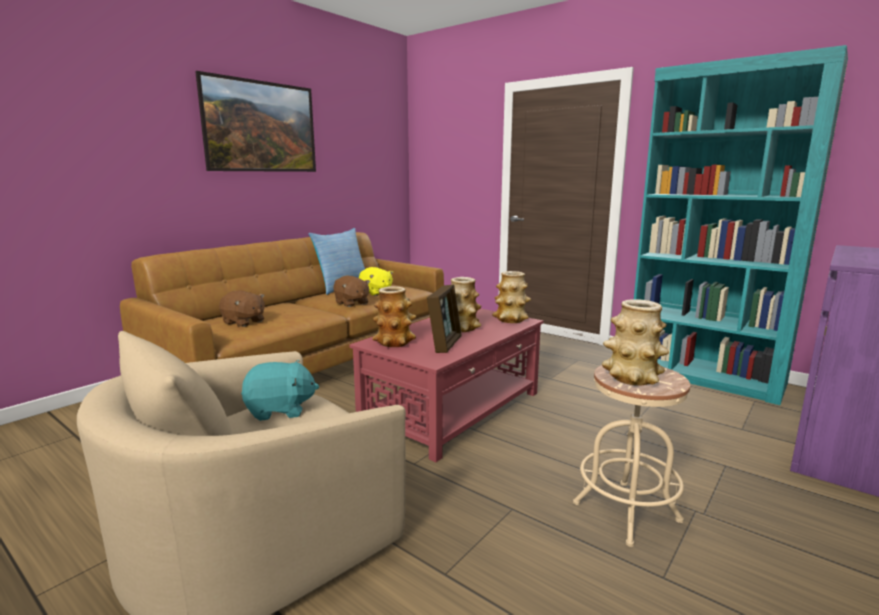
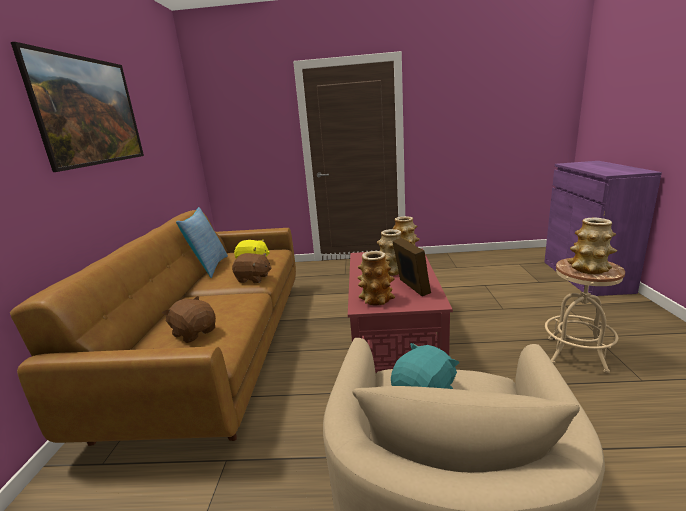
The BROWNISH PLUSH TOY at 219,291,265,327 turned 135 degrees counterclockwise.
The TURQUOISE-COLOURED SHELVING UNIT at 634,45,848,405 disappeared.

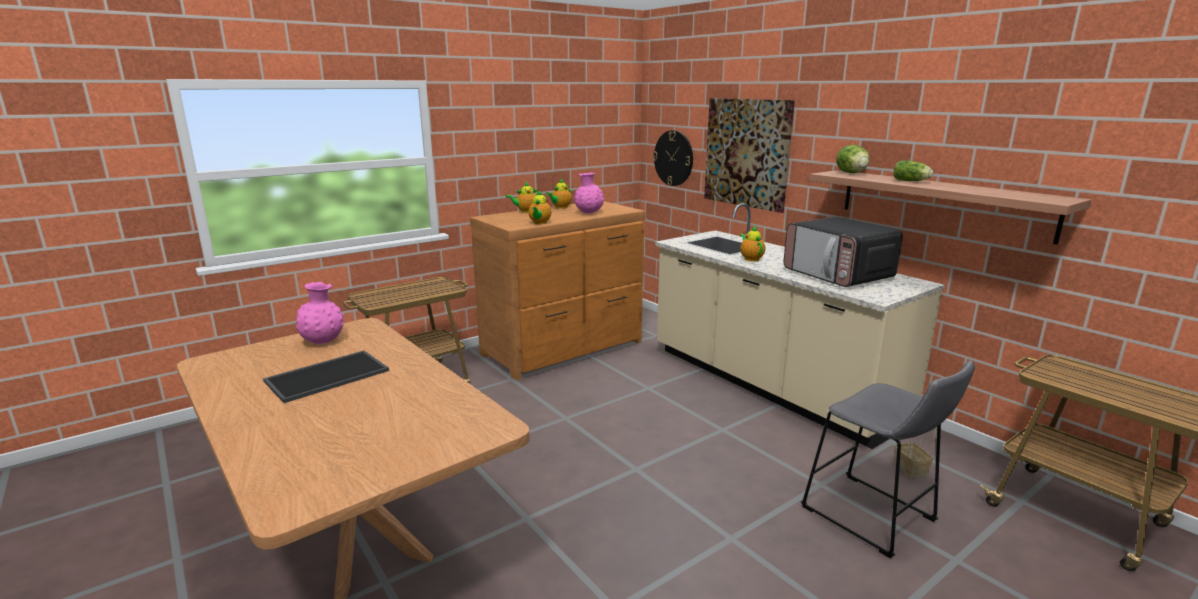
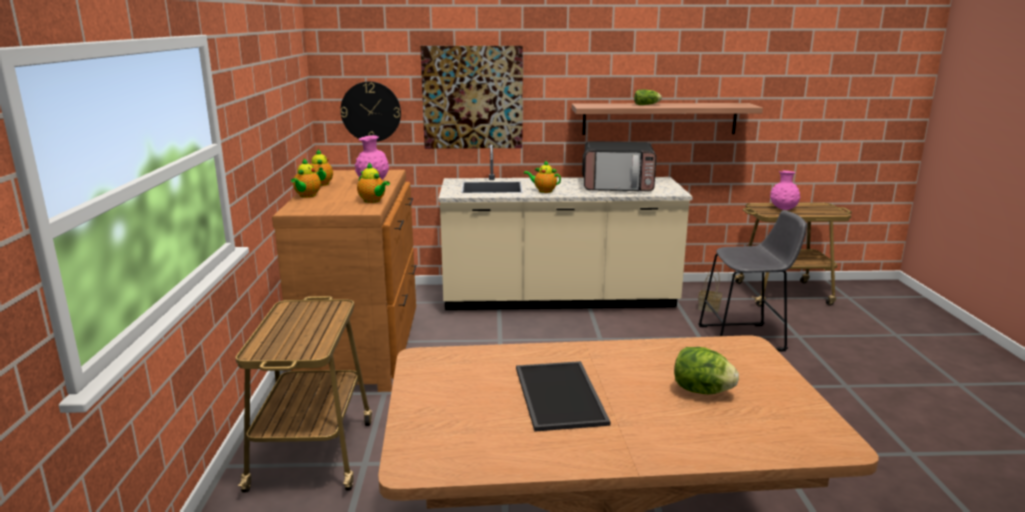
The PINKISH VASE moved from 296,282,344,344 to 770,170,800,210.
The LETTUCE moved from 836,145,869,173 to 674,347,739,394.

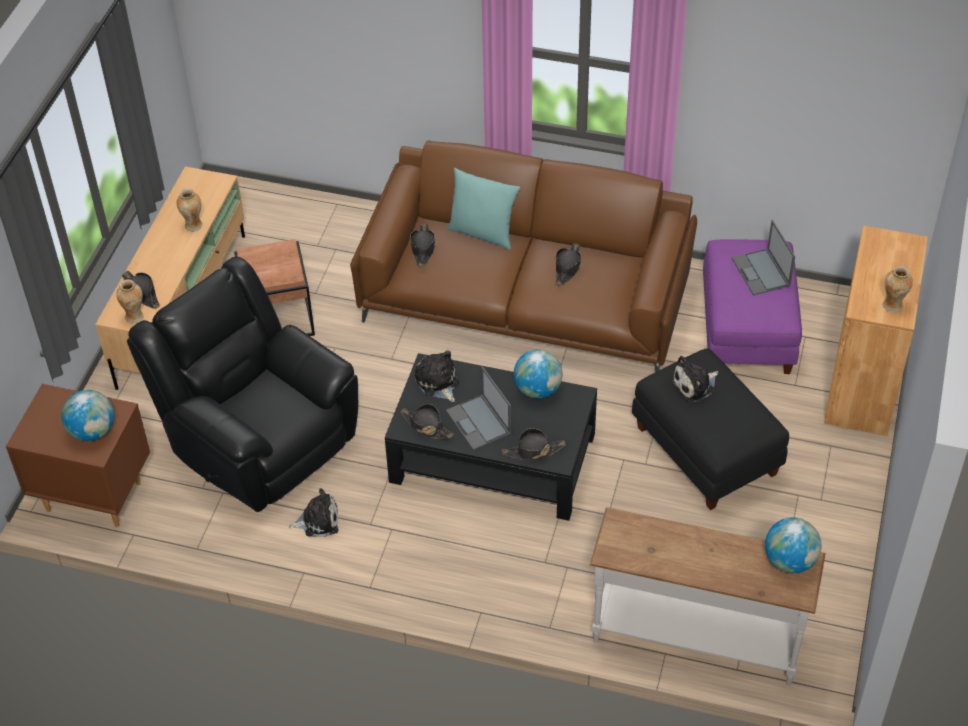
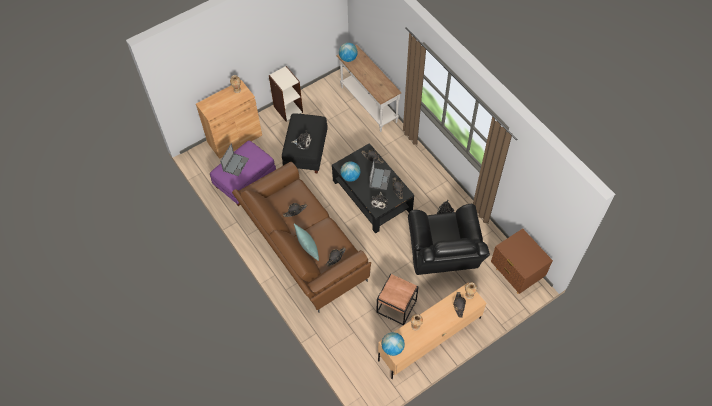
The GLOBE moved from 61,390,114,441 to 382,332,405,356.
The SHELVING UNIT at 269,66,303,122 appeared.

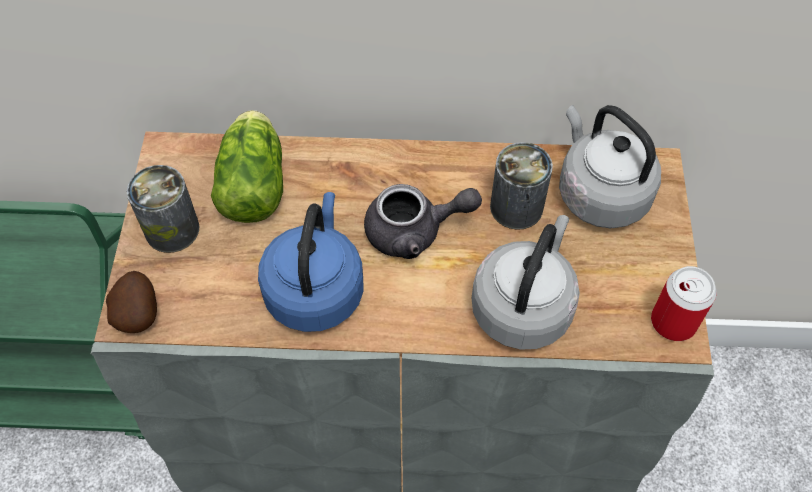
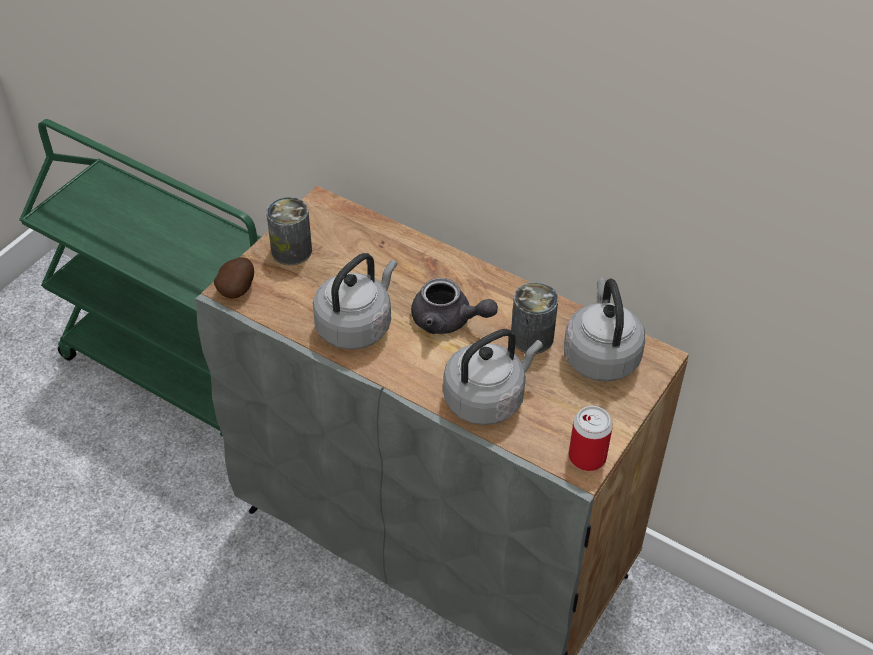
The LETTUCE at 211,110,283,223 disappeared.
The BLUE-COLOURED WATER KETTLE at 258,192,364,332 became the GRAY WATER KETTLE at 313,253,397,350.

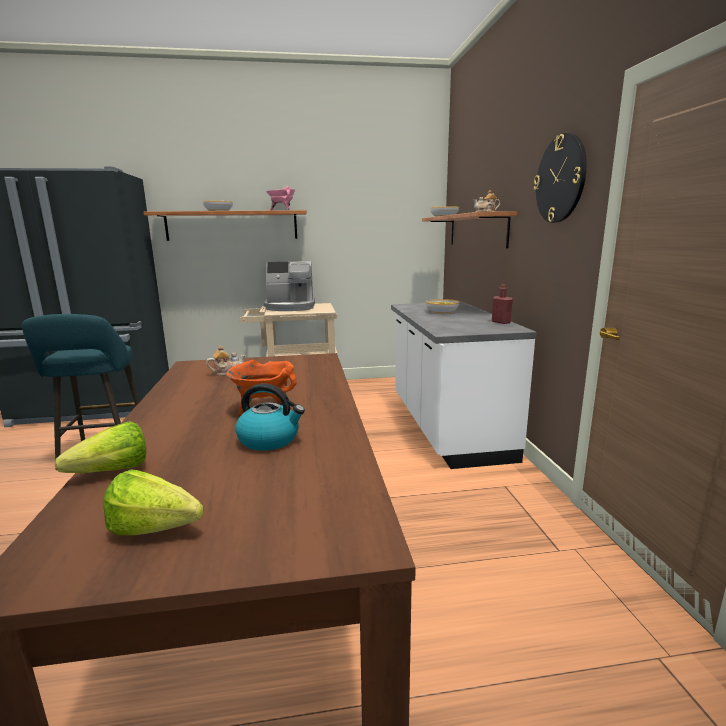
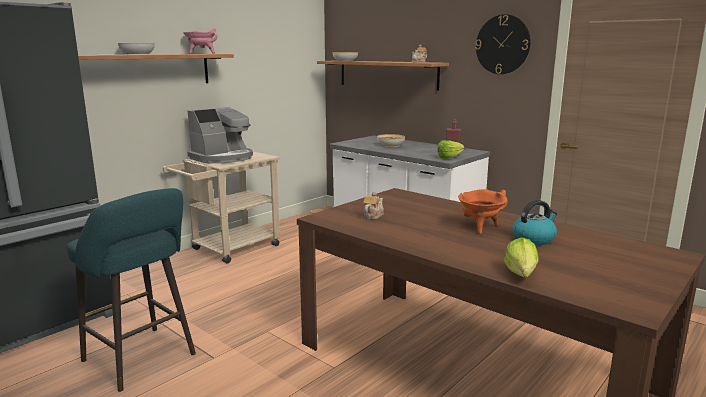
The LETTUCE moved from 103,469,204,535 to 437,140,465,159.

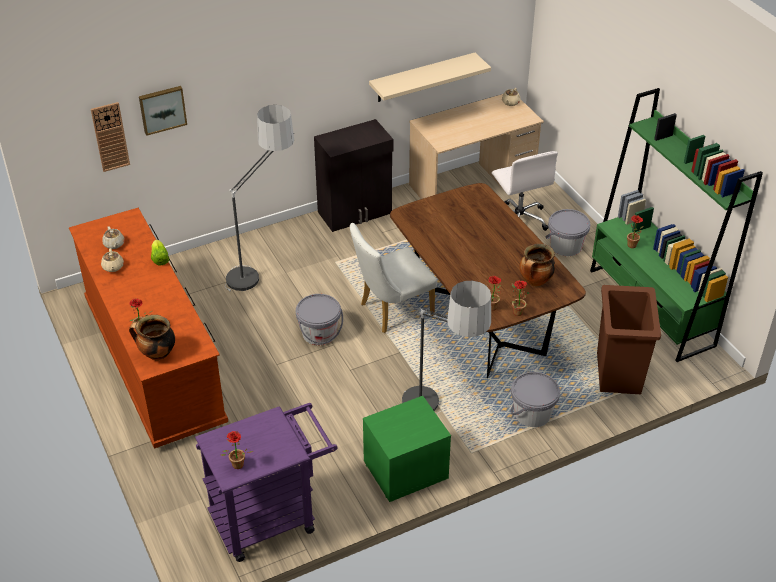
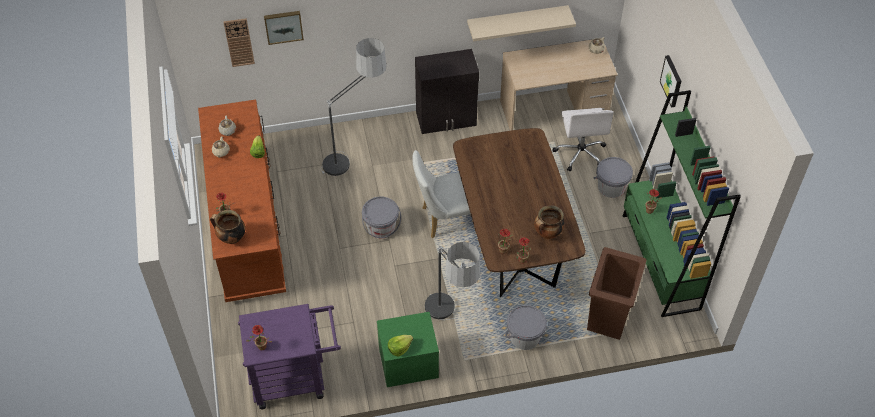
The LETTUCE at 388,335,413,357 appeared.
The WALL ART at 660,55,681,108 appeared.

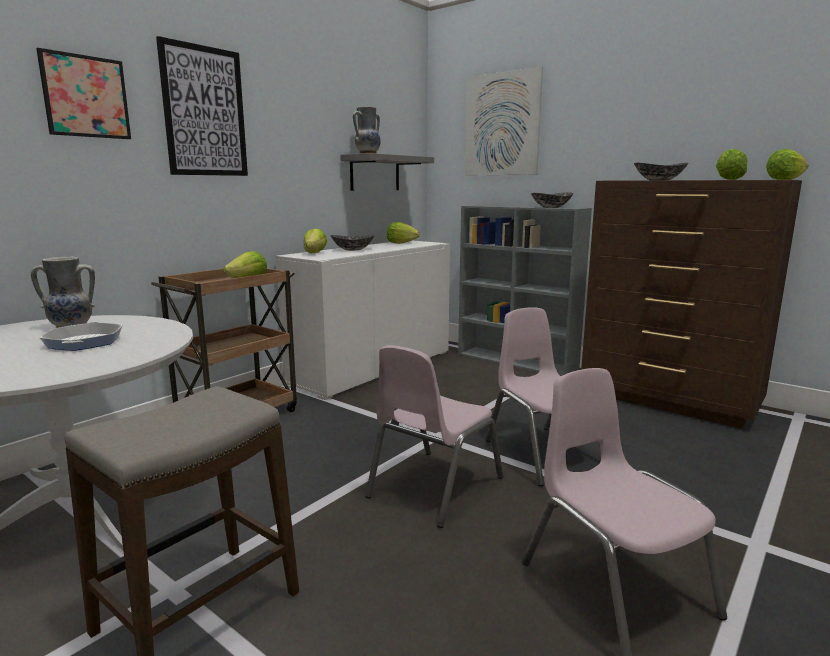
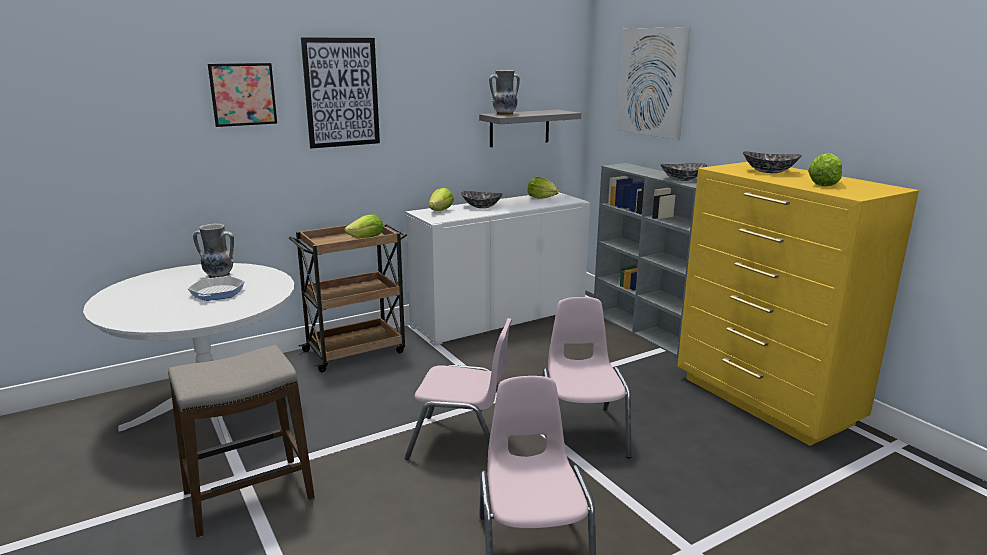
The PINKISH UPRIGHT CHAIR at 365,345,503,528 turned 135 degrees counterclockwise.
The BROWNISH DRAWER CHEST at 581,180,802,429 became the YELLOW-COLOURED DRAWER CHEST at 677,162,919,446.
The LETTUCE at 766,149,808,180 disappeared.

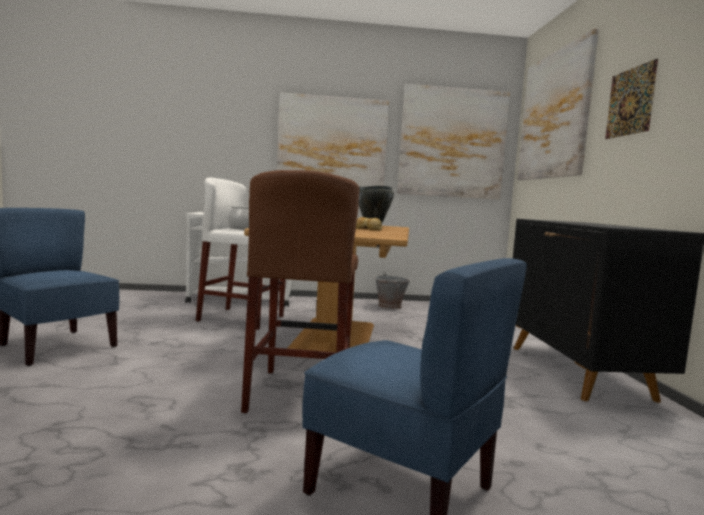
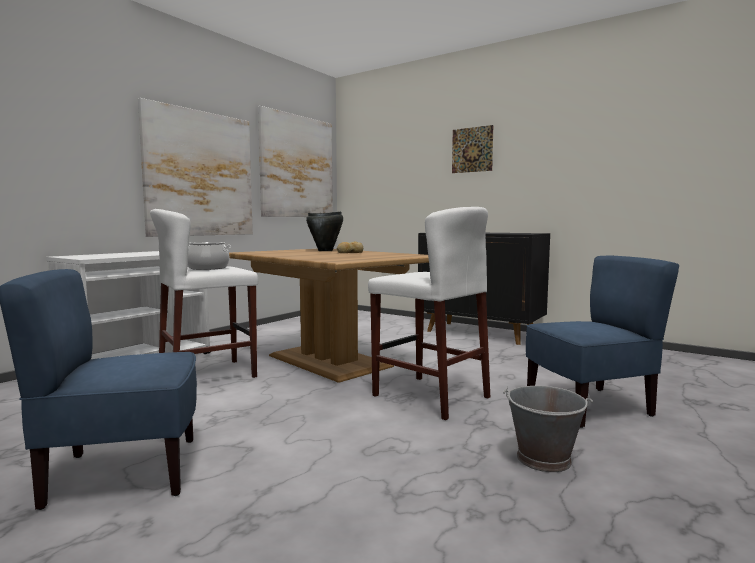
The BROWNISH SITTING STOOL at 241,170,359,413 became the WHITE SITTING STOOL at 368,207,490,420.
The GRAY PAIL moved from 374,272,411,309 to 503,386,593,472.
The WALL ART at 517,29,599,180 disappeared.

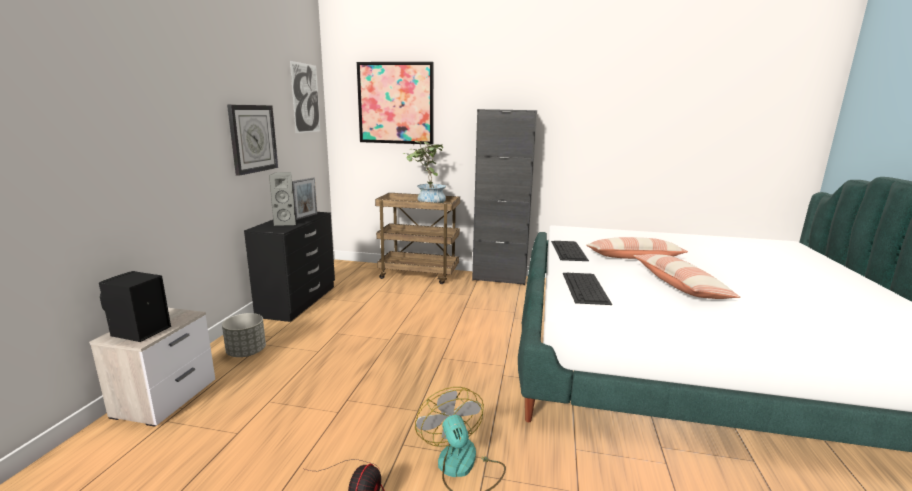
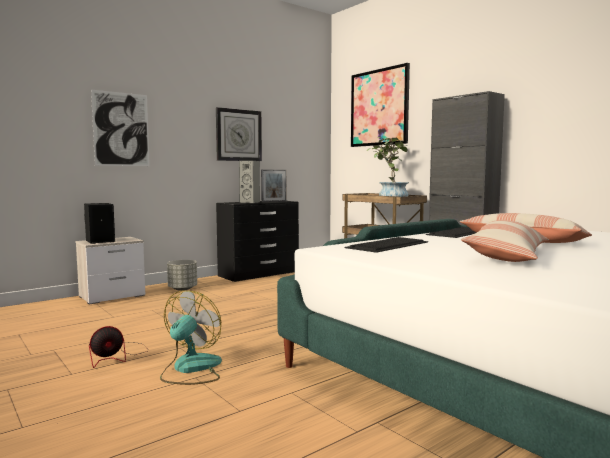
The WALL ART moved from 290,61,321,133 to 91,90,150,166.

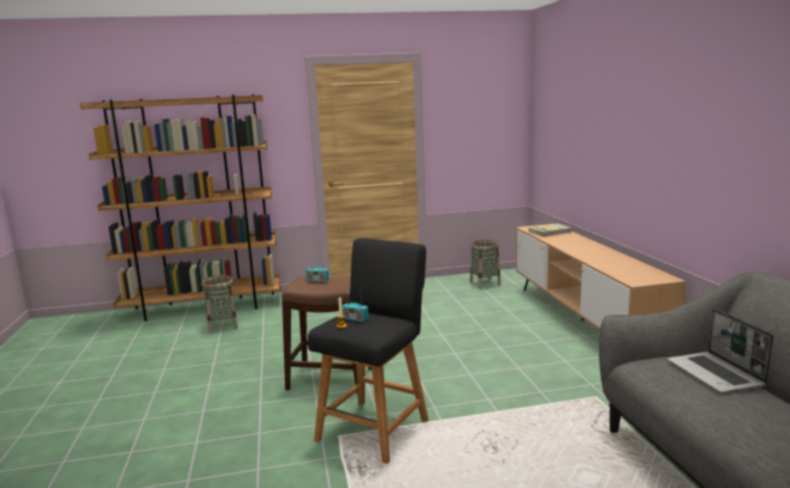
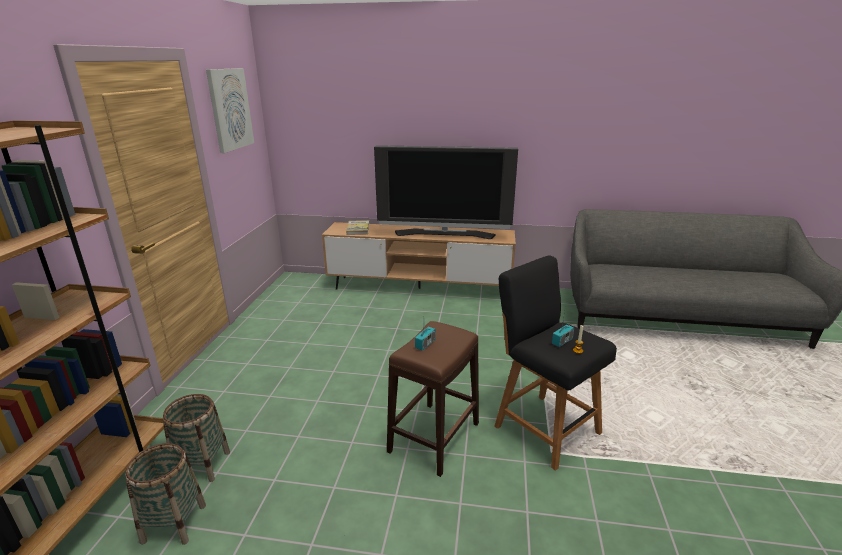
The BASKET moved from 470,240,501,288 to 163,394,230,482.
The NOTEBOOK COMPUTER at 667,308,774,393 disappeared.
The WALL ART at 206,68,254,153 appeared.
The TV SET at 374,145,518,239 appeared.

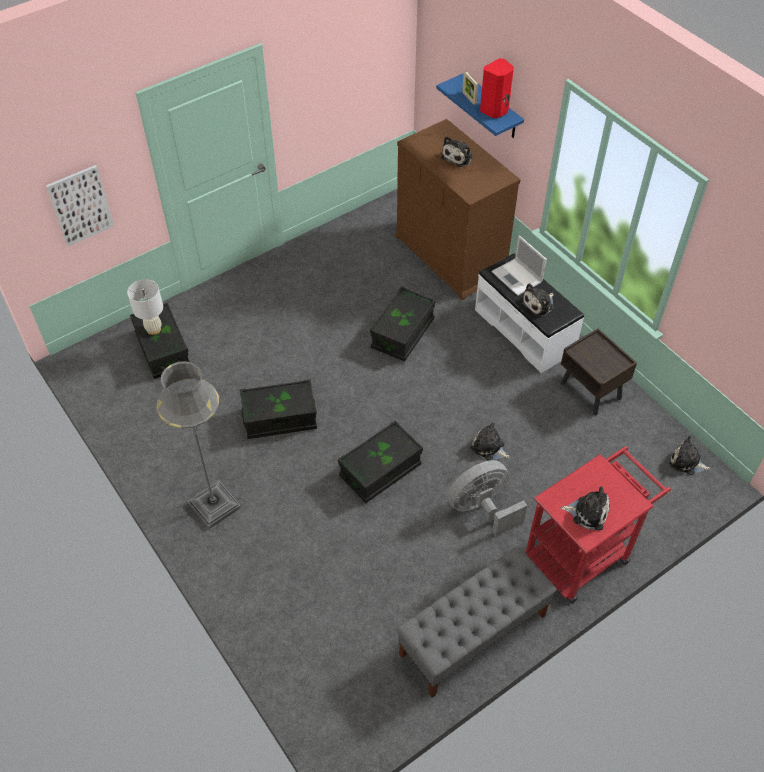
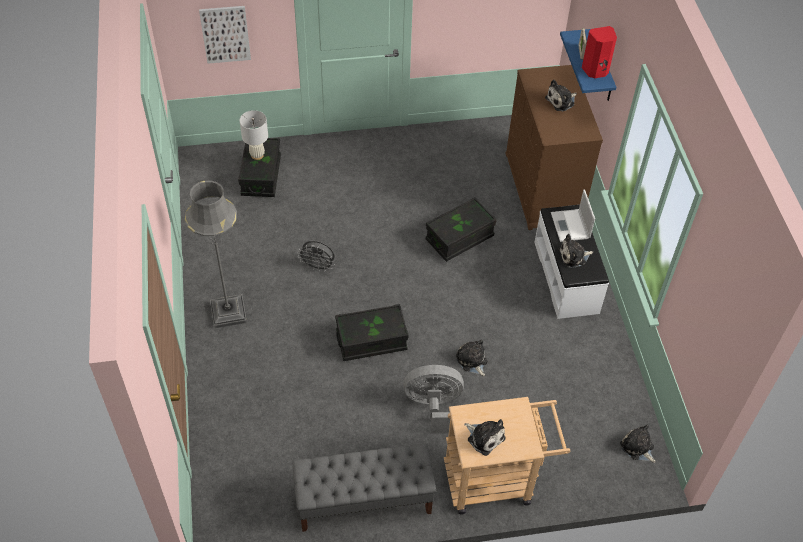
The BLACK-COLOURED STORAGE CONTAINER at 240,379,317,439 was replaced by the GRAY COOLING FAN at 297,241,335,272.
The RED WHEELED CART at 526,446,671,603 became the BEIGE-COLOURED WHEELED CART at 444,397,571,515.
The BROWNISH BEDSIDE TABLE at 561,328,637,415 disappeared.

